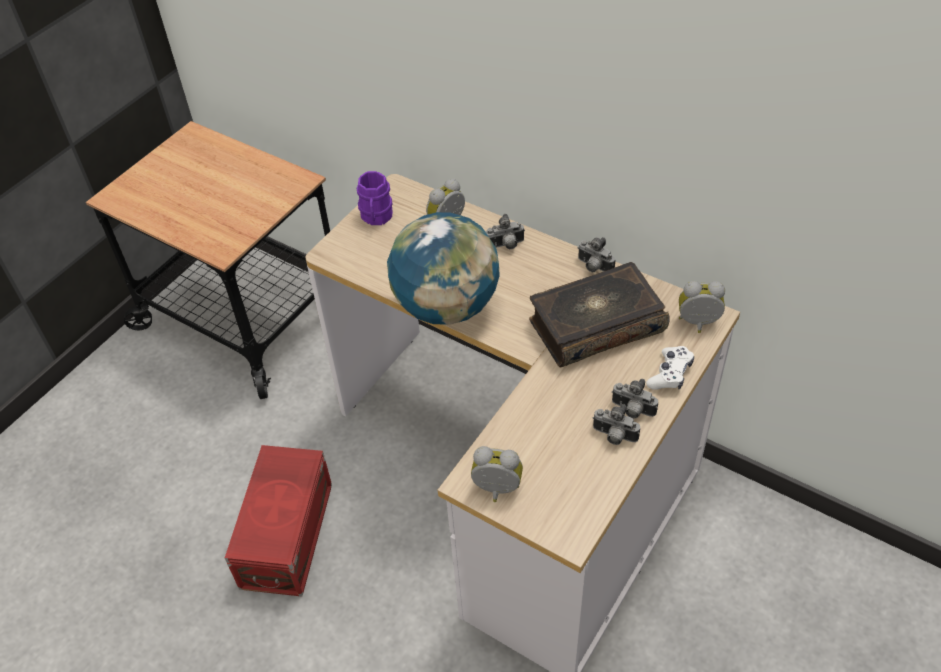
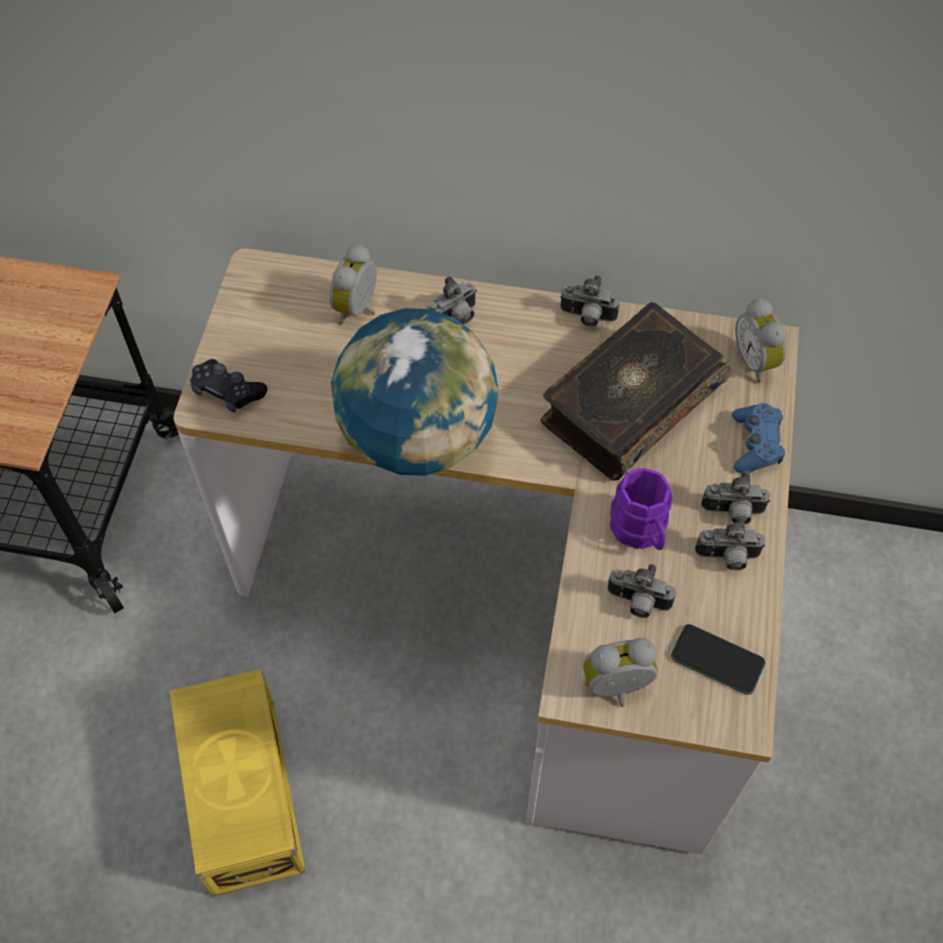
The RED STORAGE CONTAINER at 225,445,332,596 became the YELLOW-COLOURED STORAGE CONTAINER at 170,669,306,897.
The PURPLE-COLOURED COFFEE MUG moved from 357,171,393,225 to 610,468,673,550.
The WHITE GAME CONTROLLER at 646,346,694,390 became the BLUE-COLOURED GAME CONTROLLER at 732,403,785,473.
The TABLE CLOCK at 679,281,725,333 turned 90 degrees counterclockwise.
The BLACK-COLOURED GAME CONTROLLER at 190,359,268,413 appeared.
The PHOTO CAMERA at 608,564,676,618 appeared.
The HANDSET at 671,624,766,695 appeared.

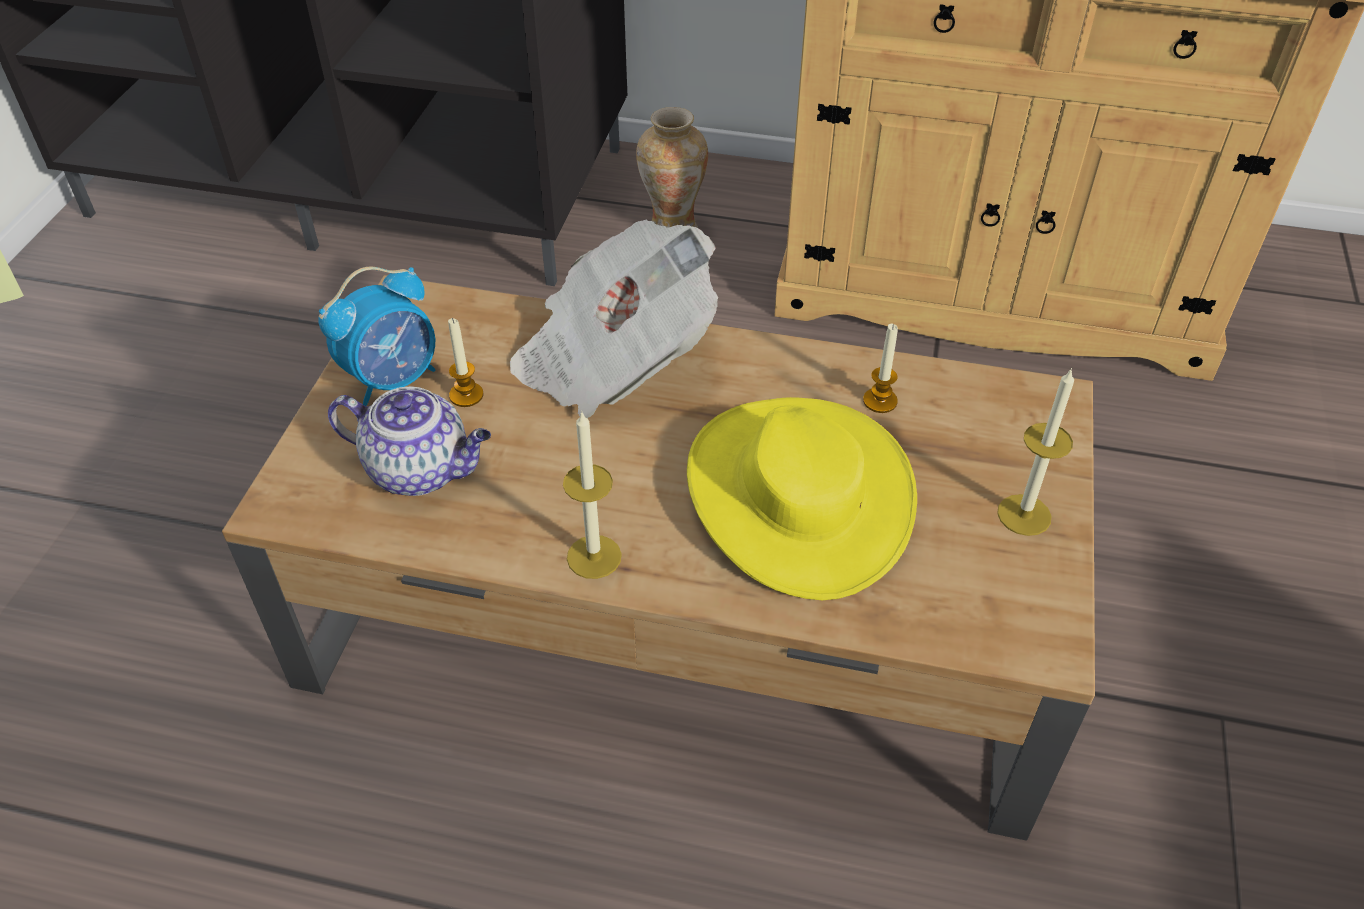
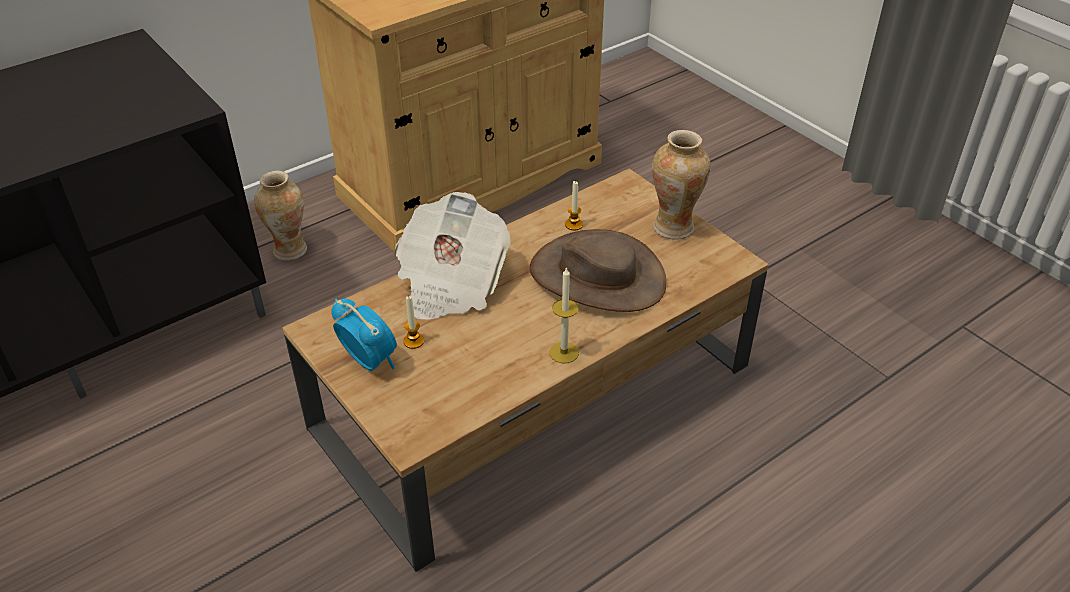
The TABLE CLOCK at 319,267,435,406 turned 45 degrees counterclockwise.
The POT FOR TEA at 328,387,491,496 disappeared.
The YELLOW-COLOURED HAT at 687,397,917,600 became the BROWNISH HAT at 530,229,666,312.
The WAX CANDLE at 997,368,1074,536 was replaced by the VASE at 652,130,711,239.

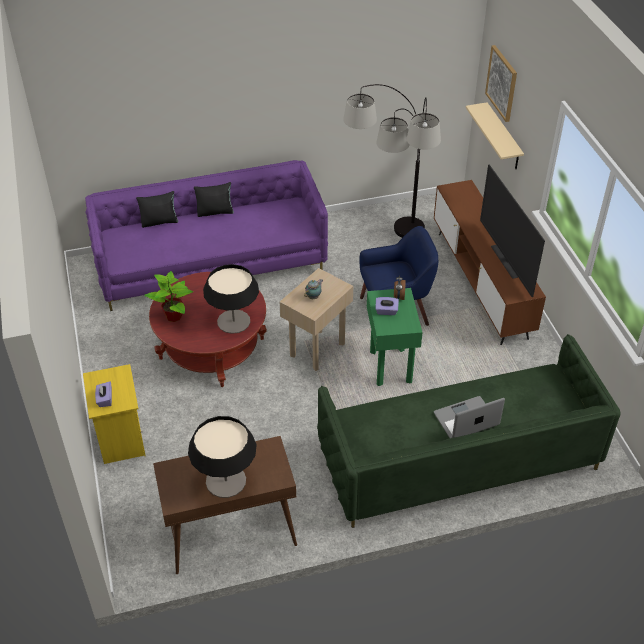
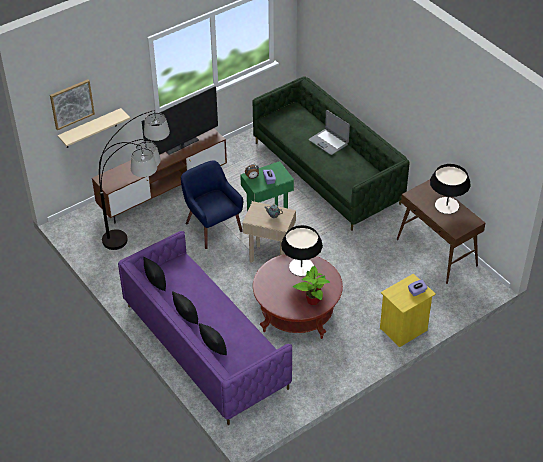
The BLACK-COLOURED THROW PILLOW at 143,257,166,291 appeared.

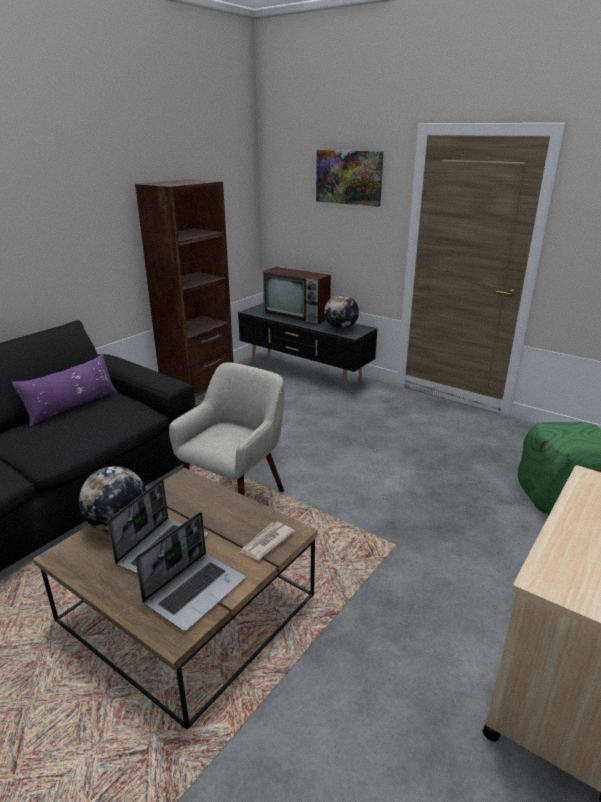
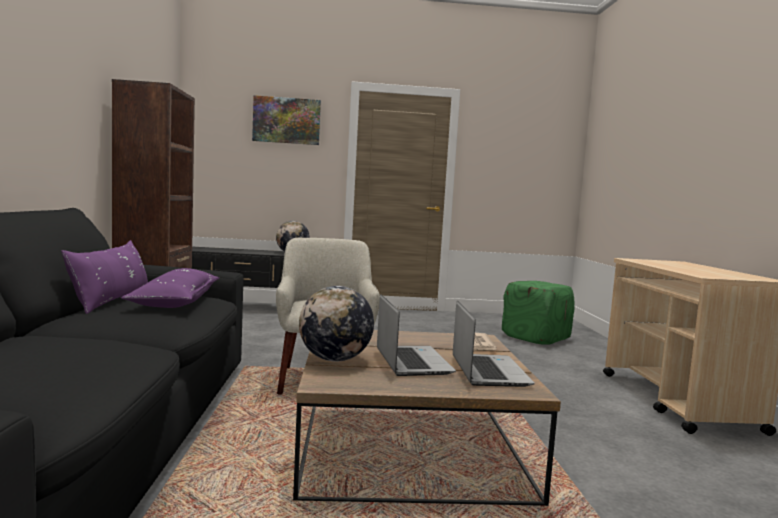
The TV SET at 263,267,331,324 disappeared.
The PURPLE-COLOURED THROW PILLOW at 121,268,219,308 appeared.

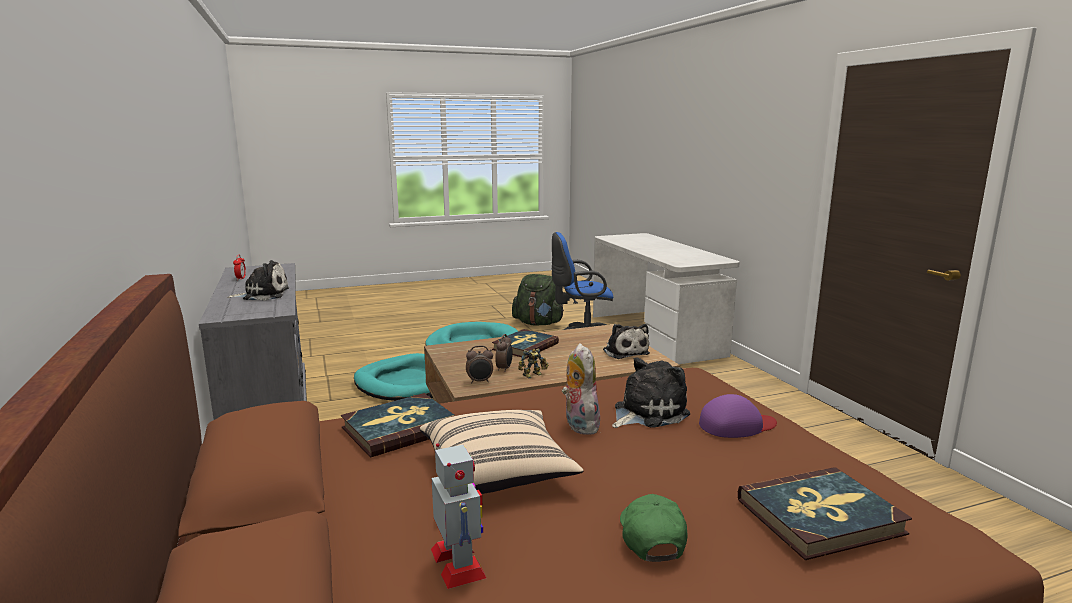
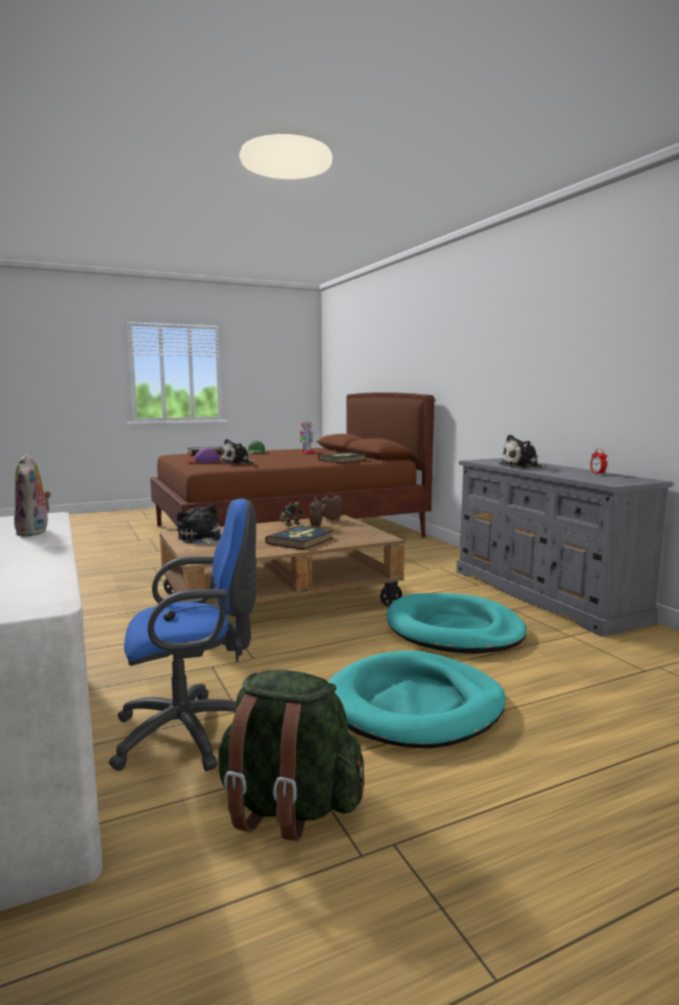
The BEIGE-COLOURED THROW PILLOW at 420,410,583,494 disappeared.
The PLUSH TOY moved from 562,343,600,435 to 14,454,51,536.

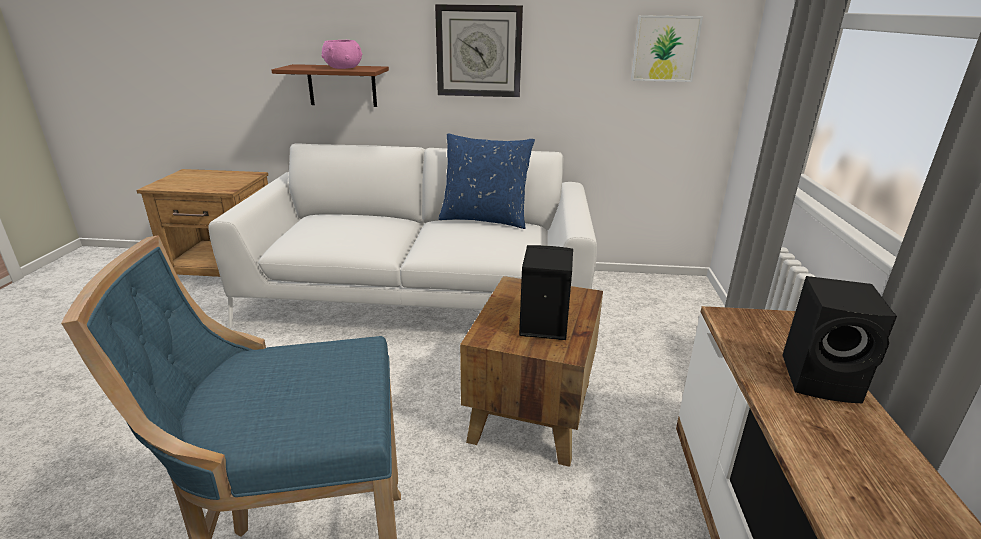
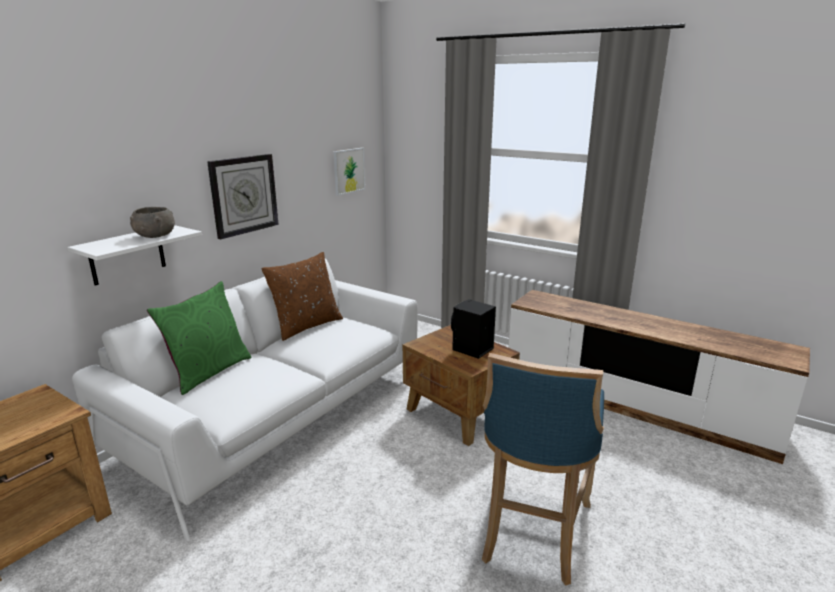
The BROWNISH SHELF at 272,64,389,107 became the WHITE SHELF at 68,225,202,285.
The PINKISH BOWL at 321,40,362,69 became the GRAY BOWL at 130,207,175,238.
The BLUE-COLOURED THROW PILLOW at 438,133,535,229 became the BROWNISH THROW PILLOW at 261,252,343,341.
The BLACK-COLOURED AUDIO SPEAKER at 782,276,897,403 disappeared.
The GREEN-COLOURED THROW PILLOW at 147,281,251,395 appeared.

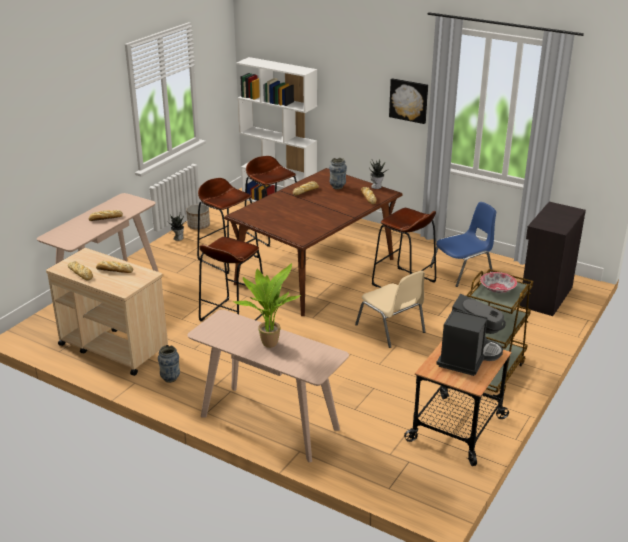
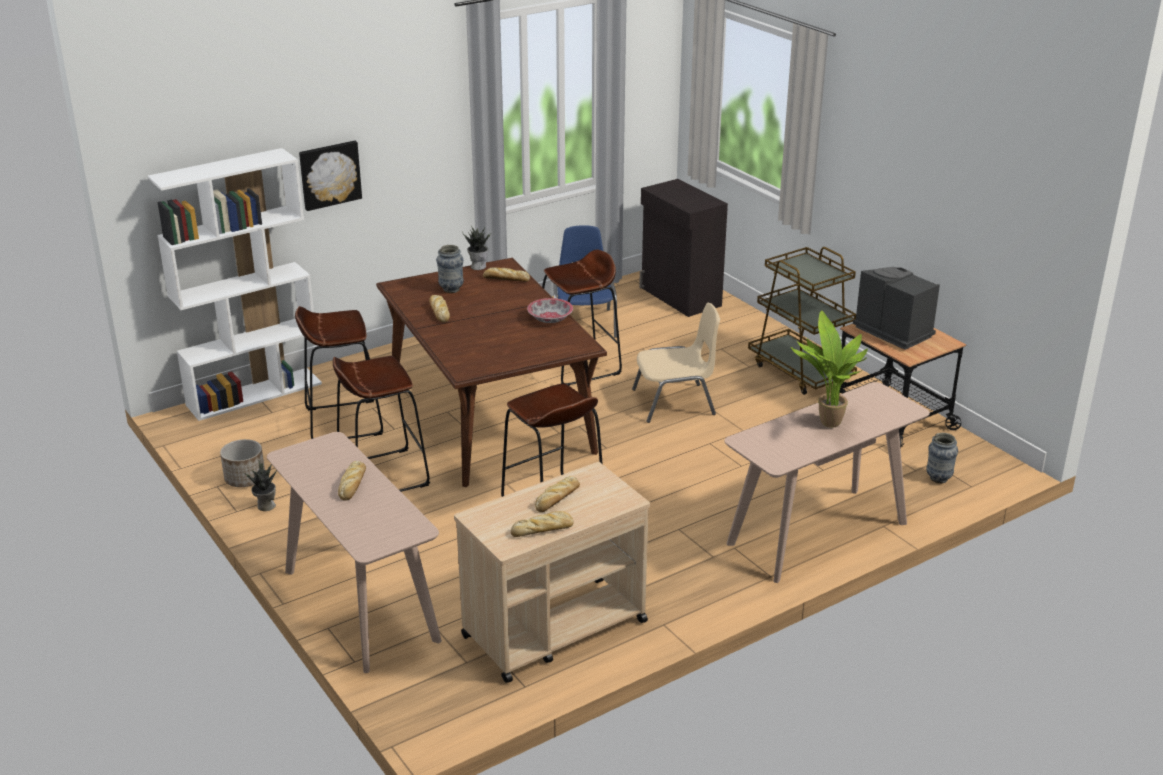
The VASE moved from 158,345,180,383 to 926,433,958,483.
The WALL ART moved from 389,78,428,124 to 299,141,362,211.
The BOWL moved from 480,272,517,293 to 527,298,573,323.

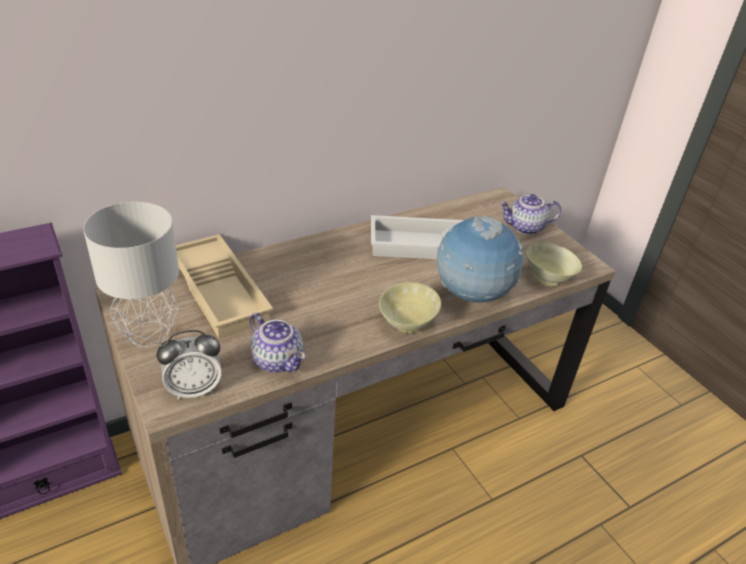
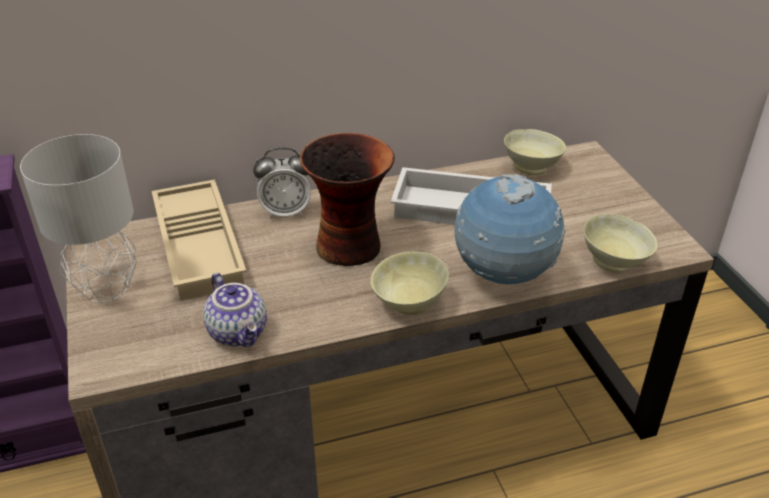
The TABLE CLOCK moved from 156,330,222,400 to 253,147,311,218.
The POT FOR TEA at 499,194,561,235 disappeared.
The VASE at 300,133,395,266 appeared.
The BEIGE-COLOURED BOWL at 504,129,566,175 appeared.

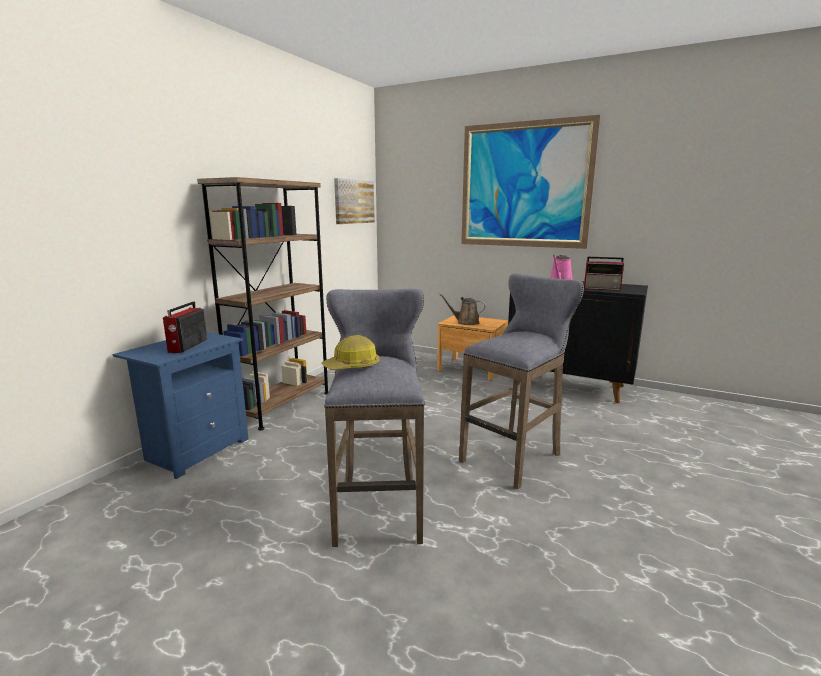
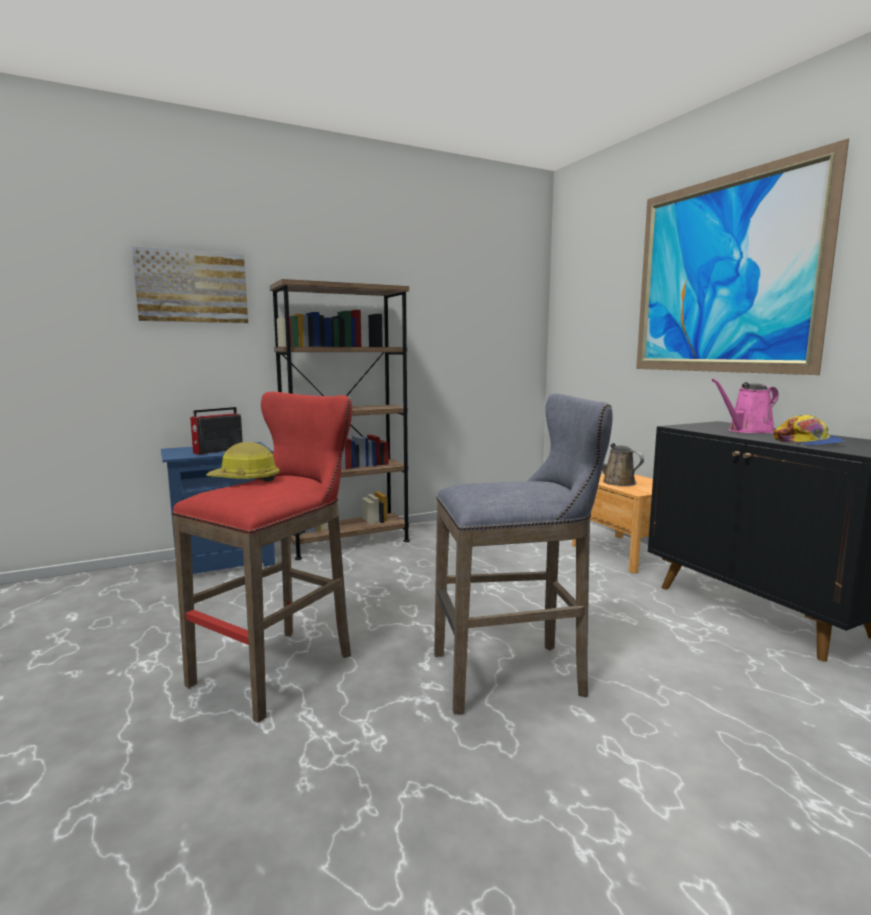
The GRAY SITTING STOOL at 324,289,425,547 became the RED SITTING STOOL at 172,392,352,723.
The WALL ART moved from 334,178,374,224 to 132,246,248,323.
The RADIO at 584,257,624,291 was replaced by the BASEBALL CAP at 773,415,845,446.

